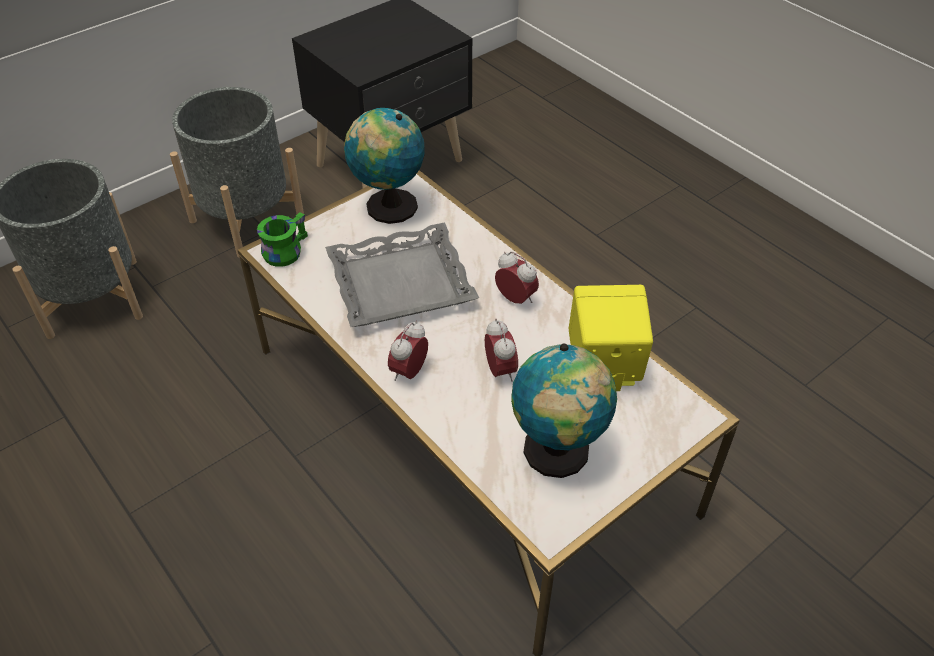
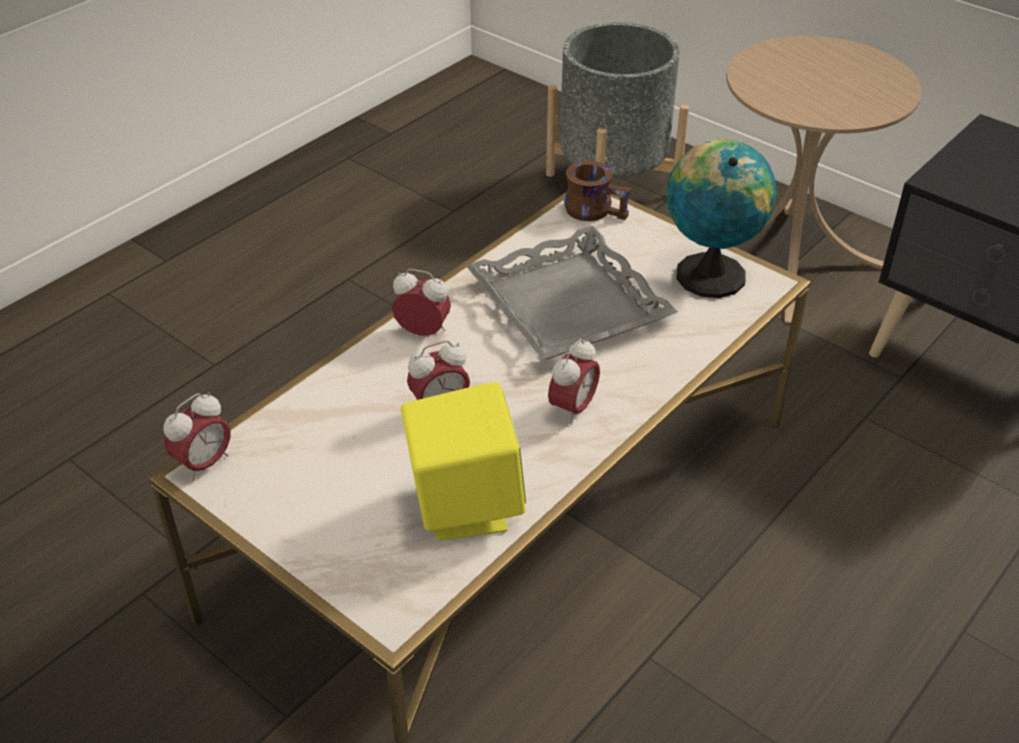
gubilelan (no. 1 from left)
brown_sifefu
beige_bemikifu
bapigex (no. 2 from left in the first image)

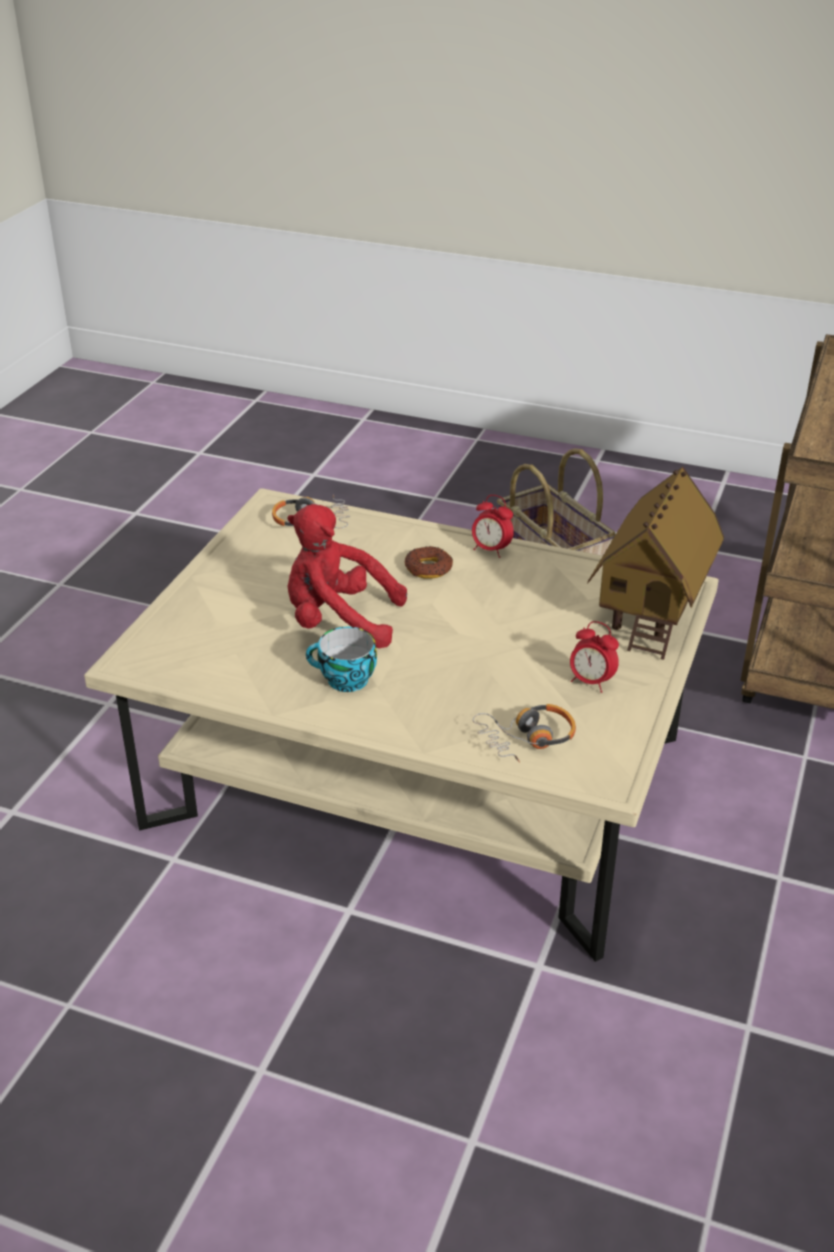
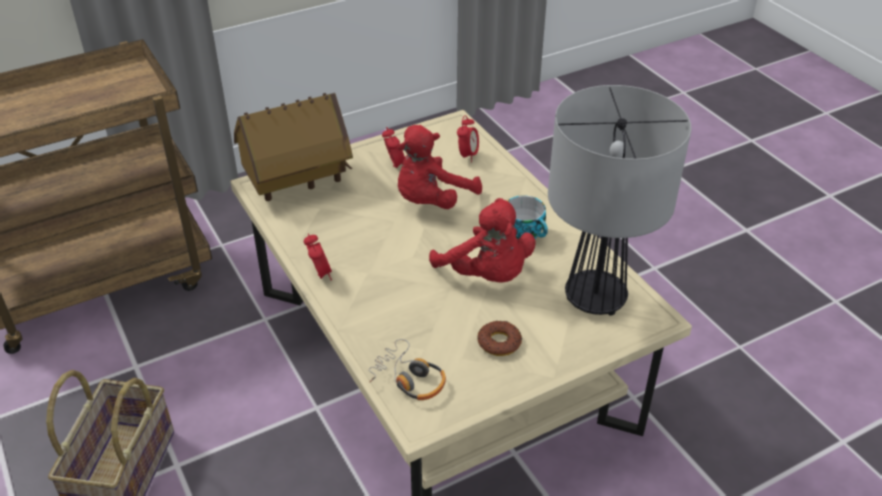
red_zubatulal (no. 1 from left)
gubilelan (no. 3 from left)
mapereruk
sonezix

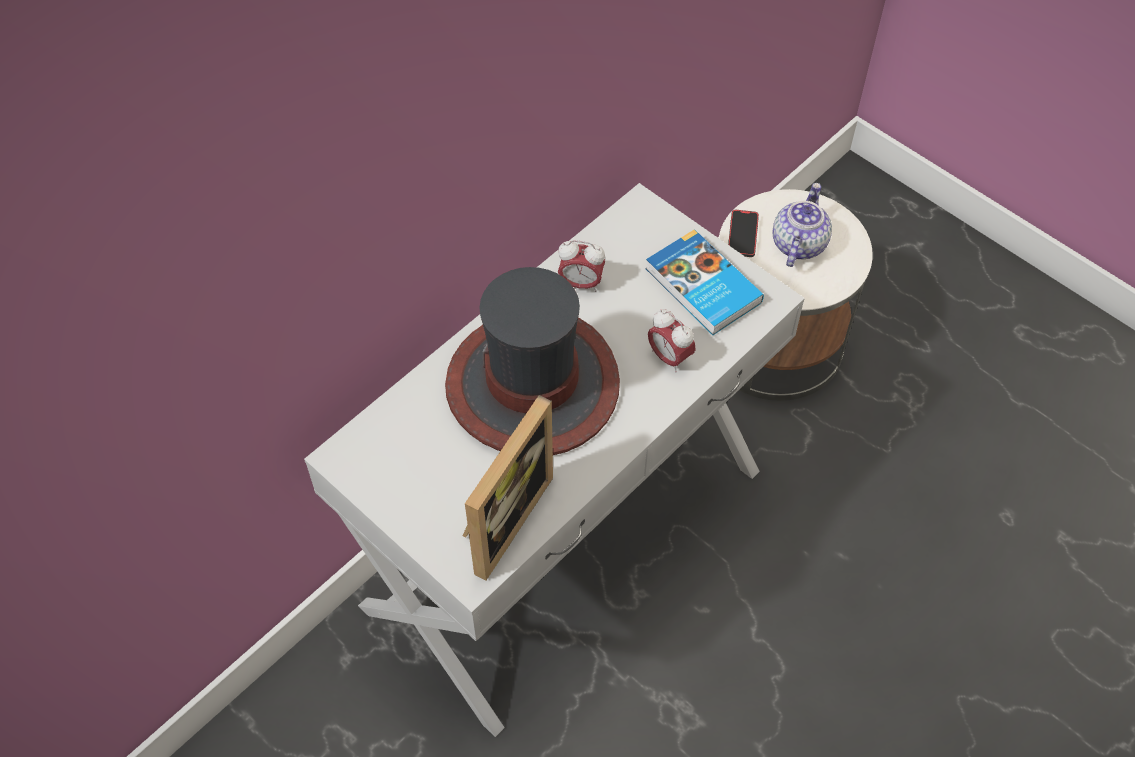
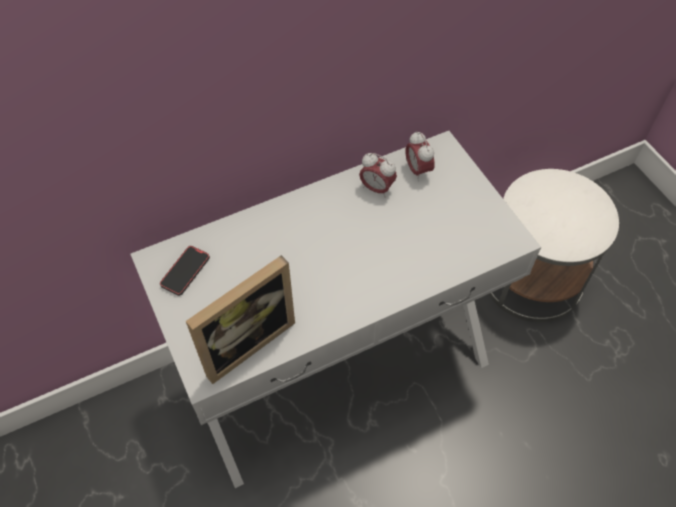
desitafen
gubilelan (no. 2 from left)
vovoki
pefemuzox
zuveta

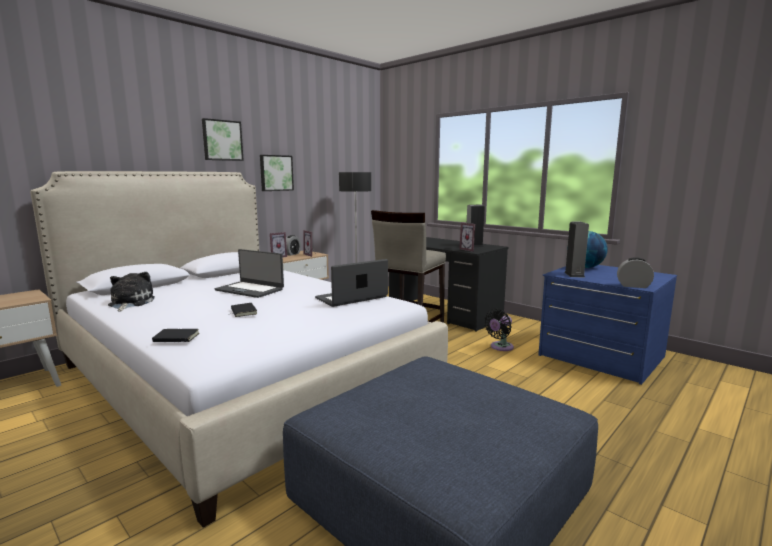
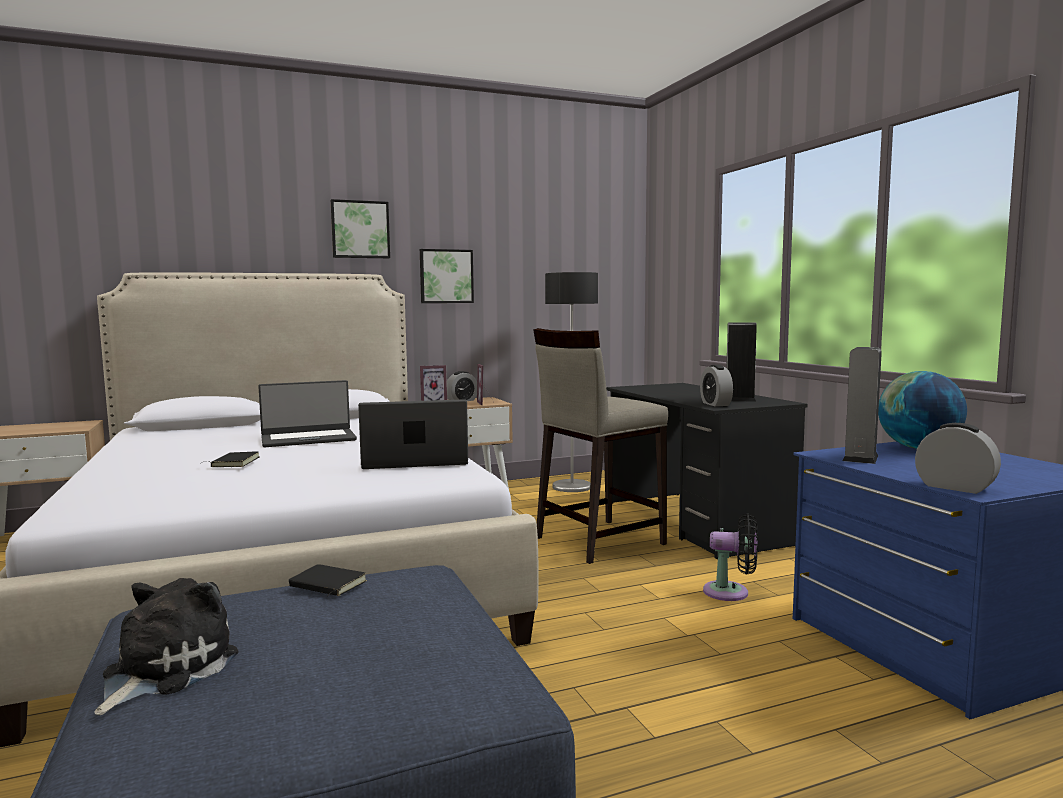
zubatulal
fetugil (no. 1 from left)
black_pefemuzox (no. 2 from left)
gubilelan (no. 2 from left)
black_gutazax

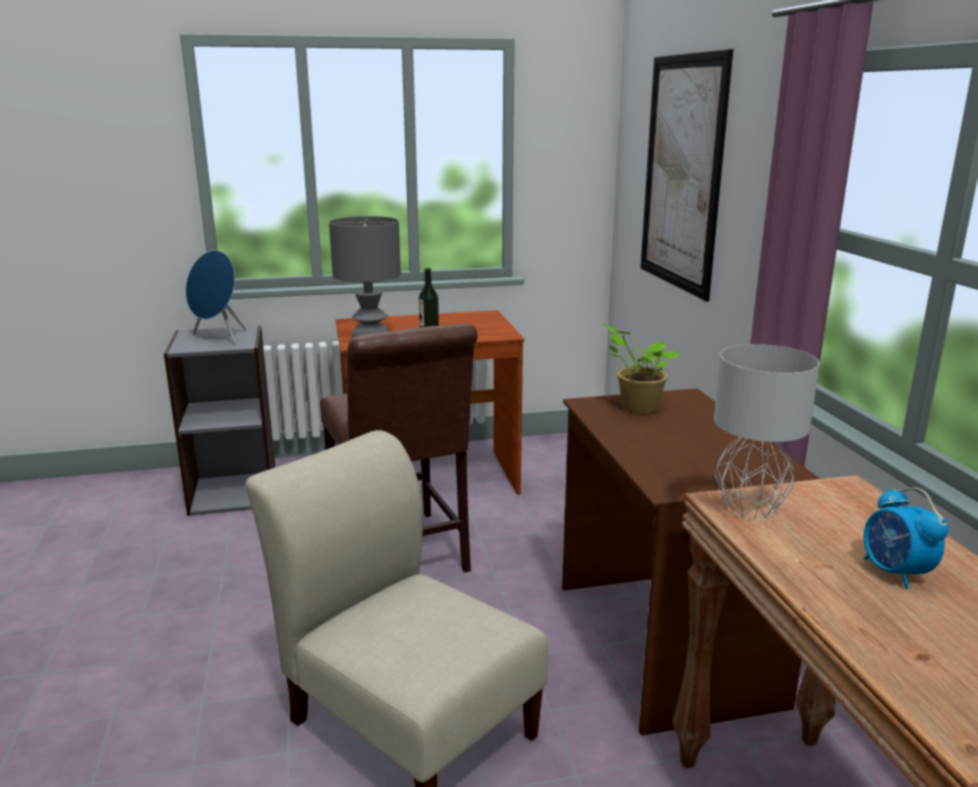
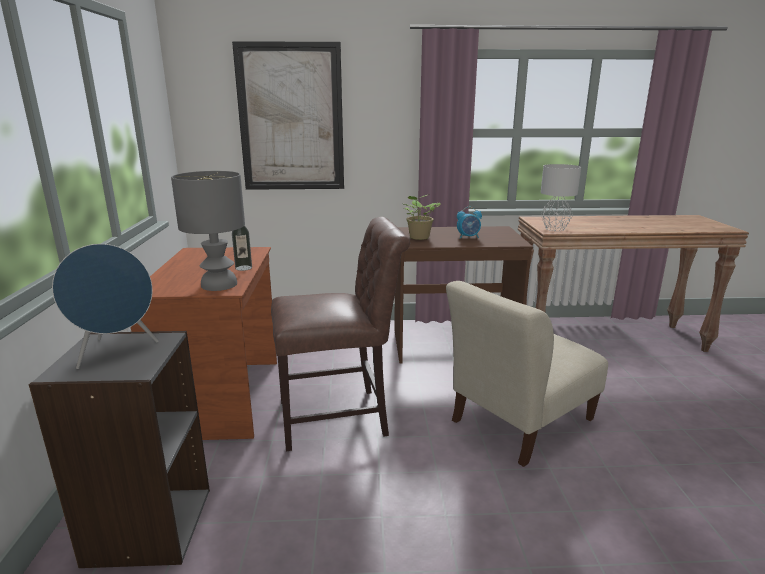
gubilelan

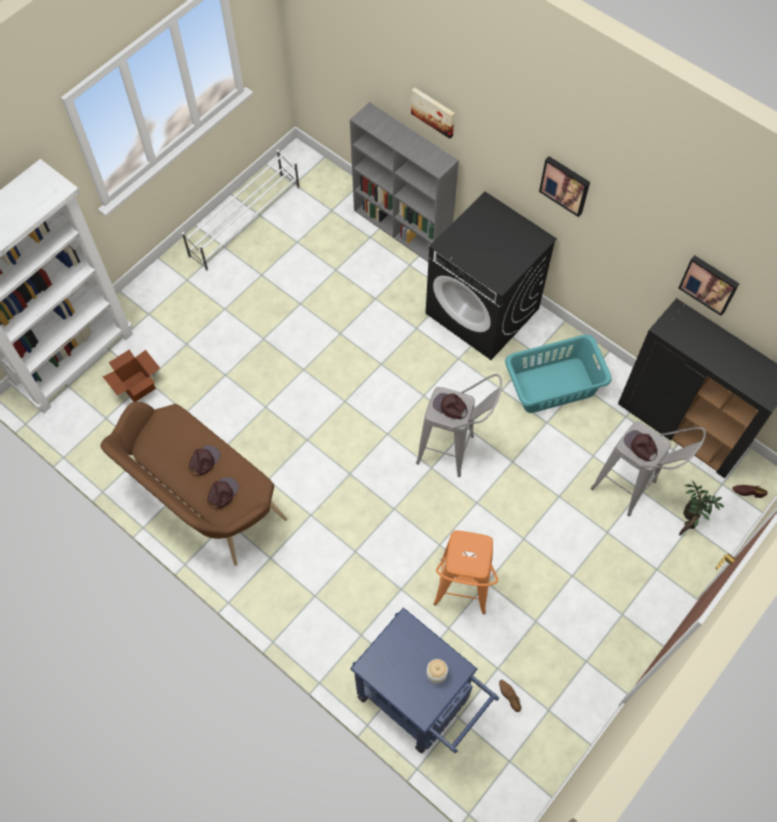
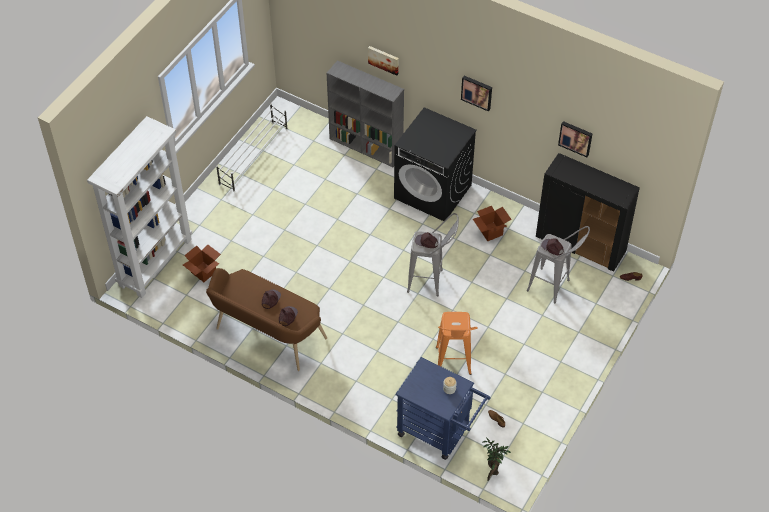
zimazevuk (no. 2 from left)
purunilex

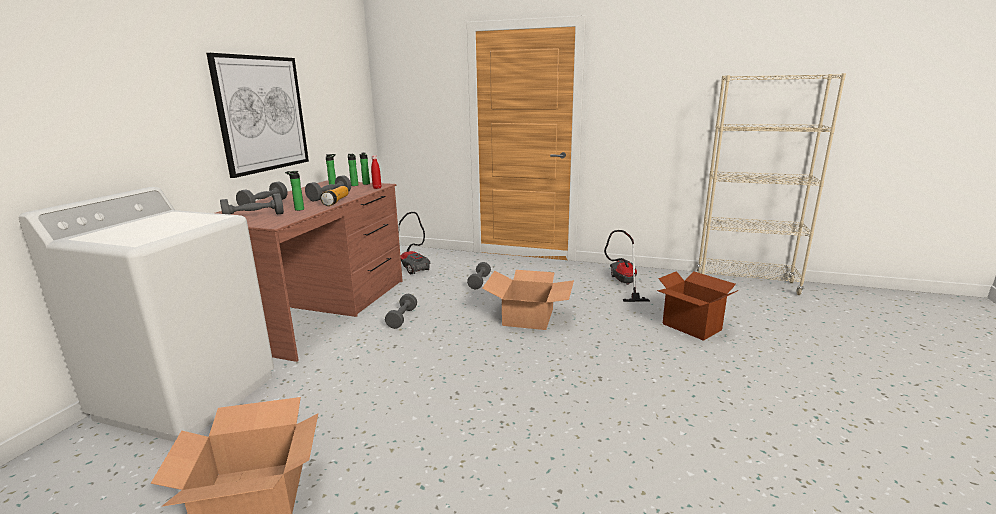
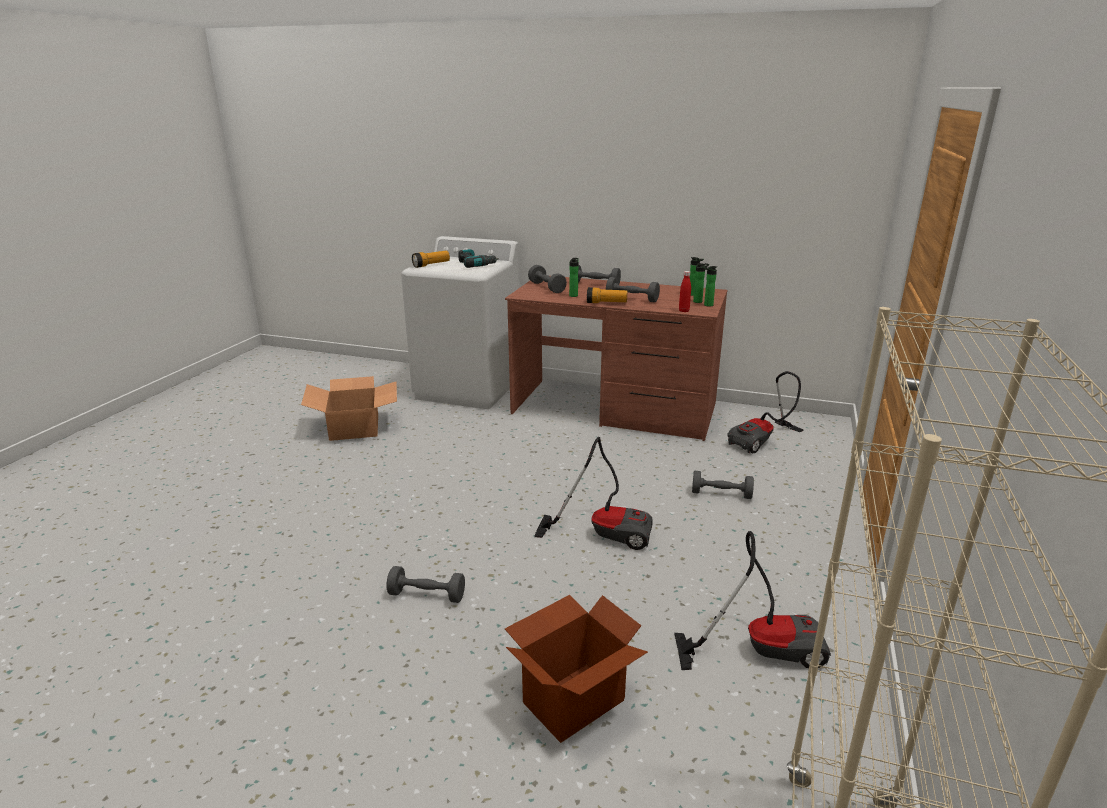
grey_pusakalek (no. 1 from left)
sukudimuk (no. 1 from left)
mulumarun
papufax (no. 1 from left)
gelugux

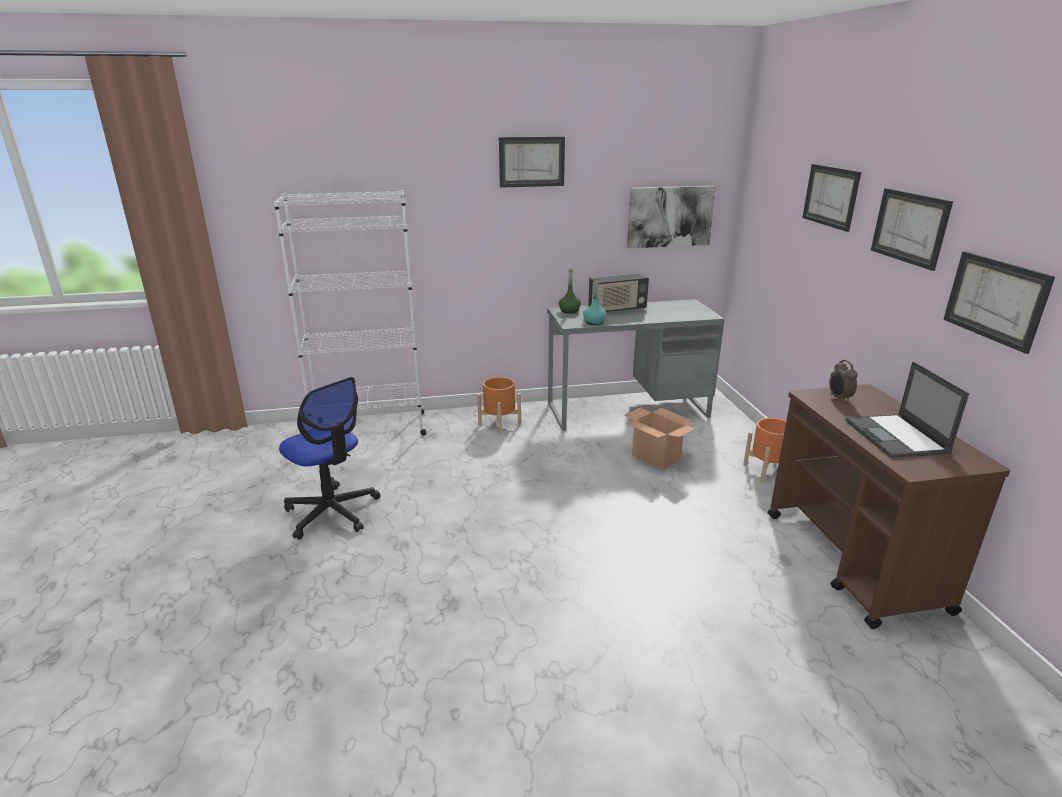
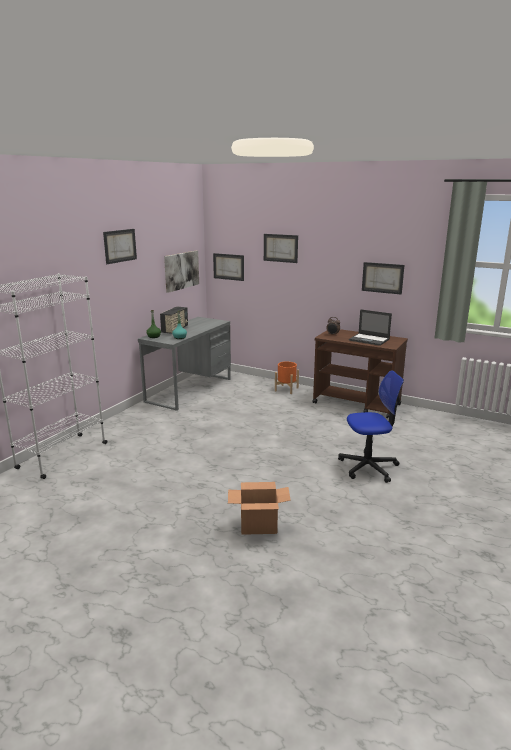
gelugux (no. 3 from left)
zimazevuk
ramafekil
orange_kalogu (no. 1 from left in the first image)

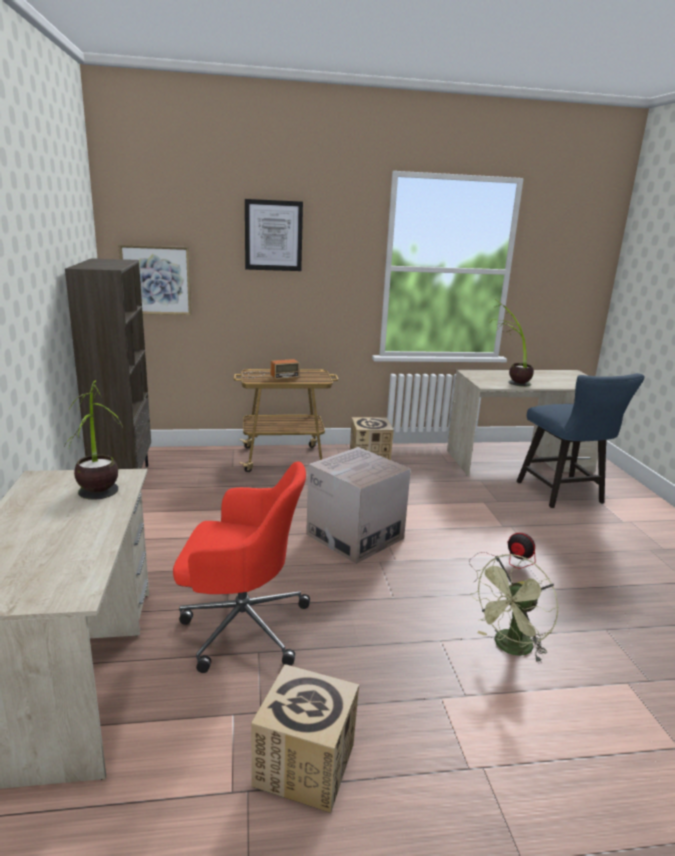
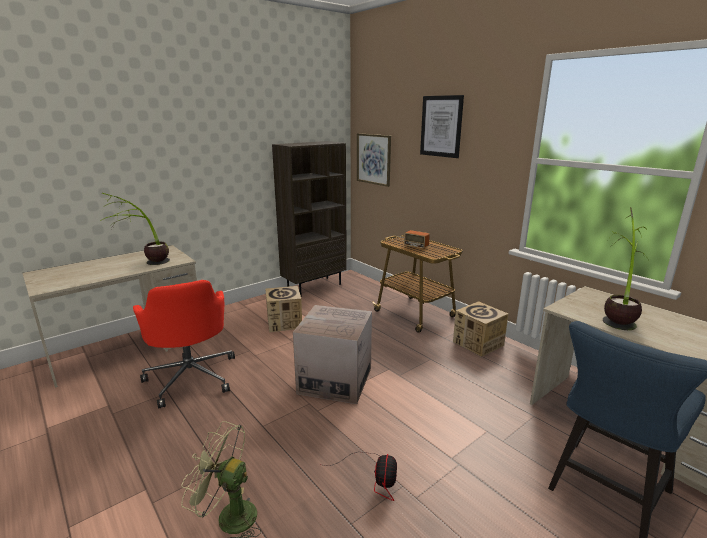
zimazevuk (no. 1 from left)

